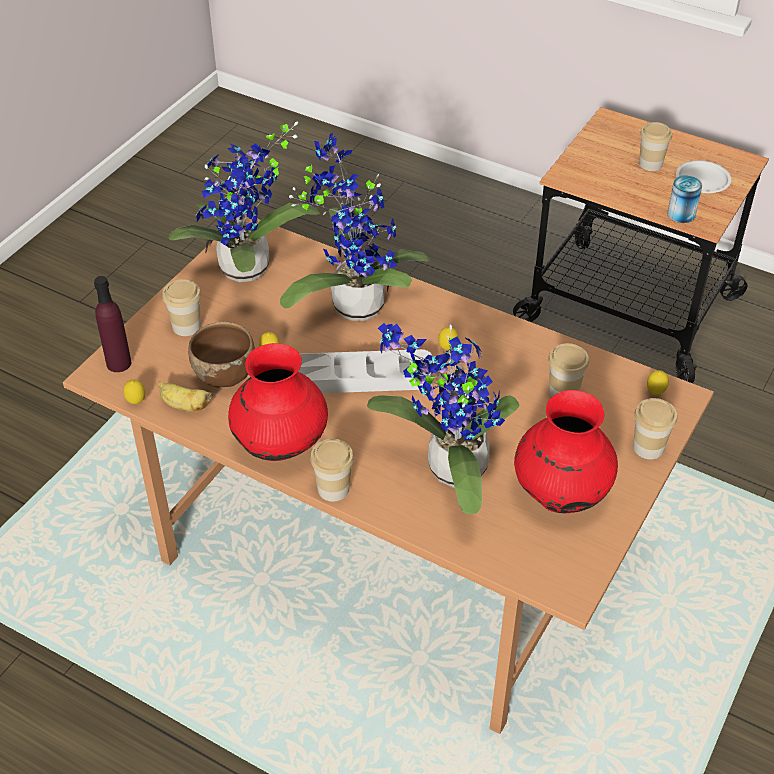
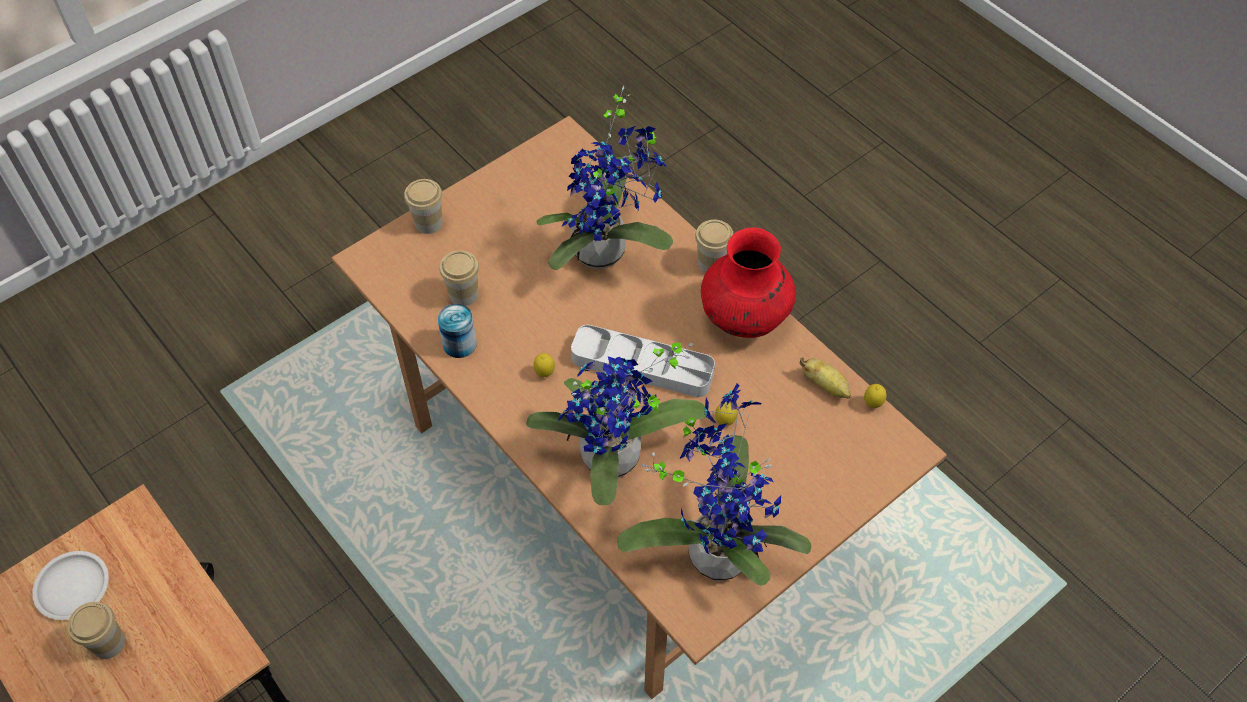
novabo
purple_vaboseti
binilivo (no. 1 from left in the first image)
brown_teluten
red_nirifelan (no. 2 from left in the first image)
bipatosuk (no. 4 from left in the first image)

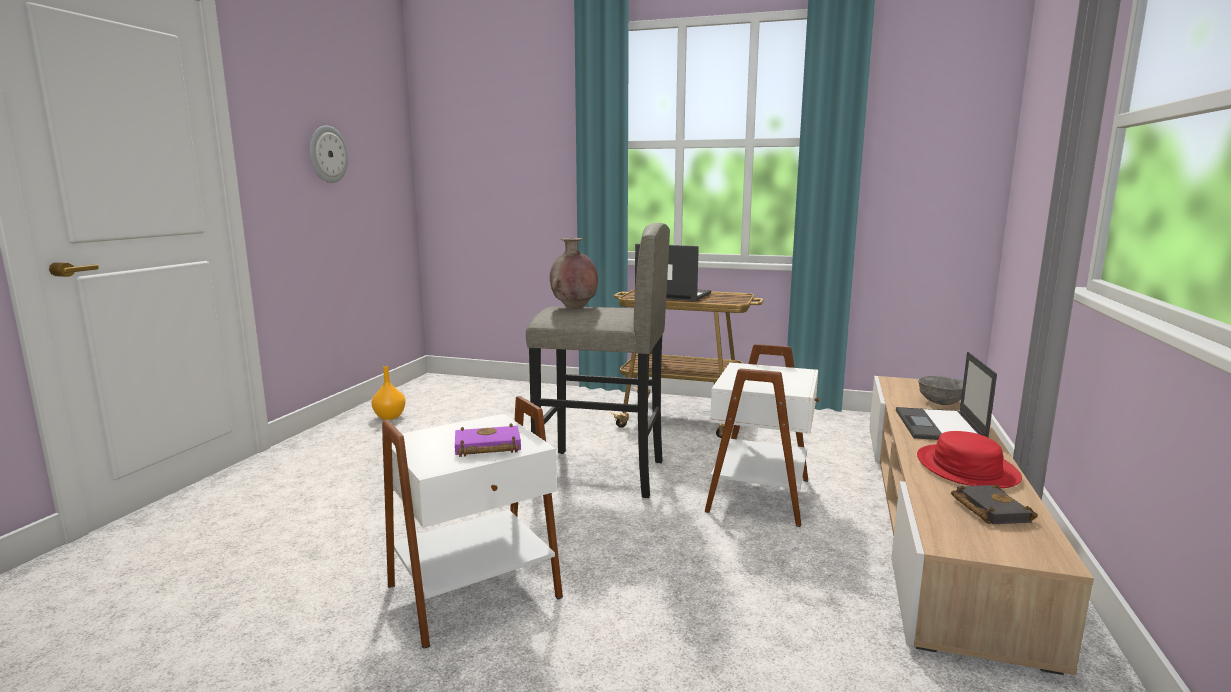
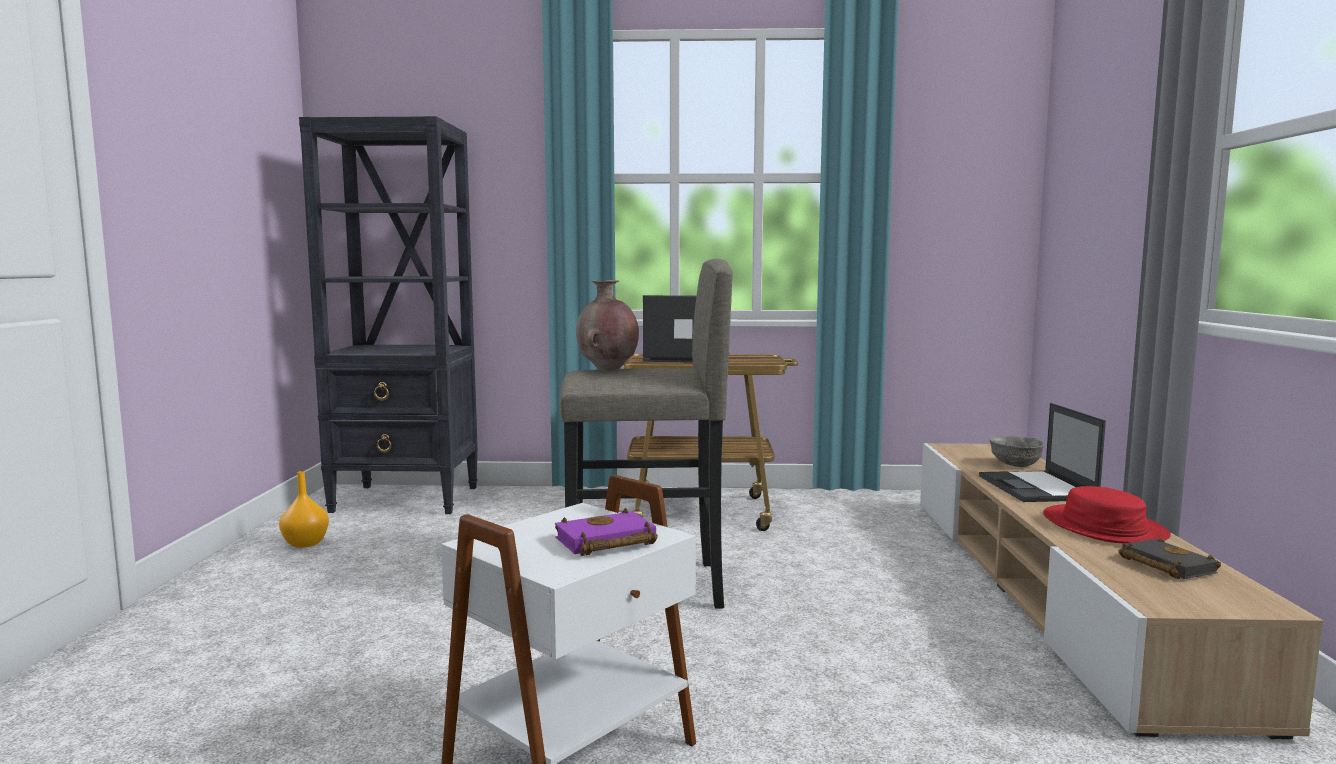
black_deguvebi
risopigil
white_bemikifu (no. 2 from left in the first image)

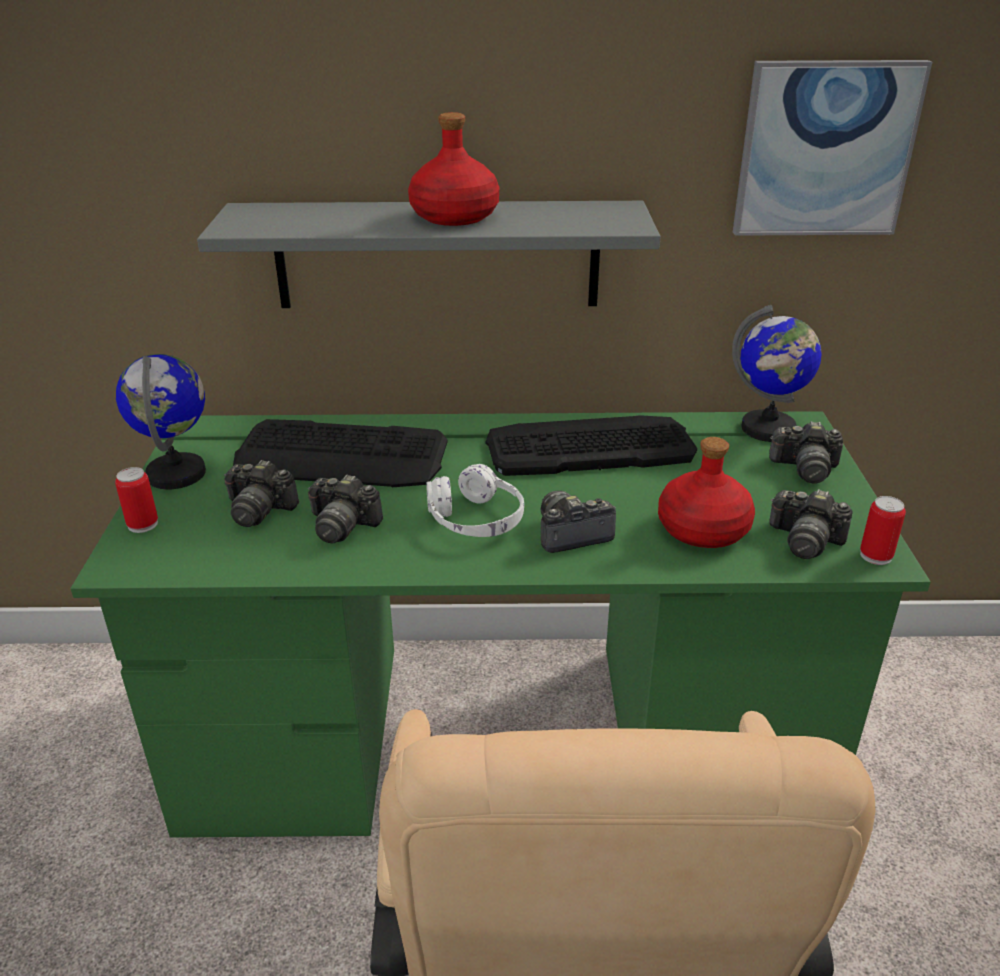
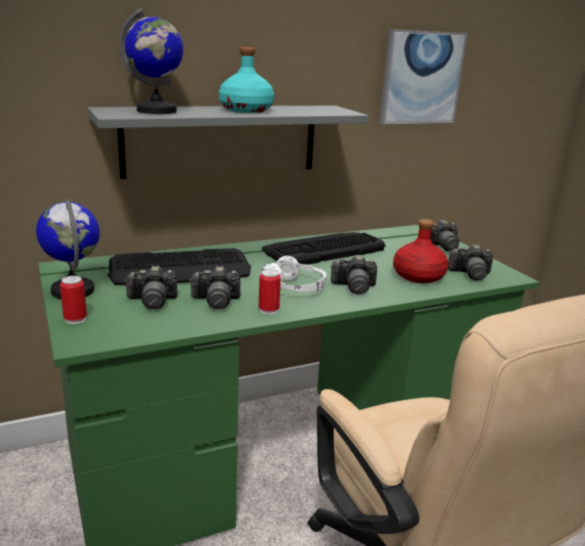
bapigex (no. 2 from left)
turquoise_vaboseti
novabo (no. 2 from left)
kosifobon (no. 3 from left)

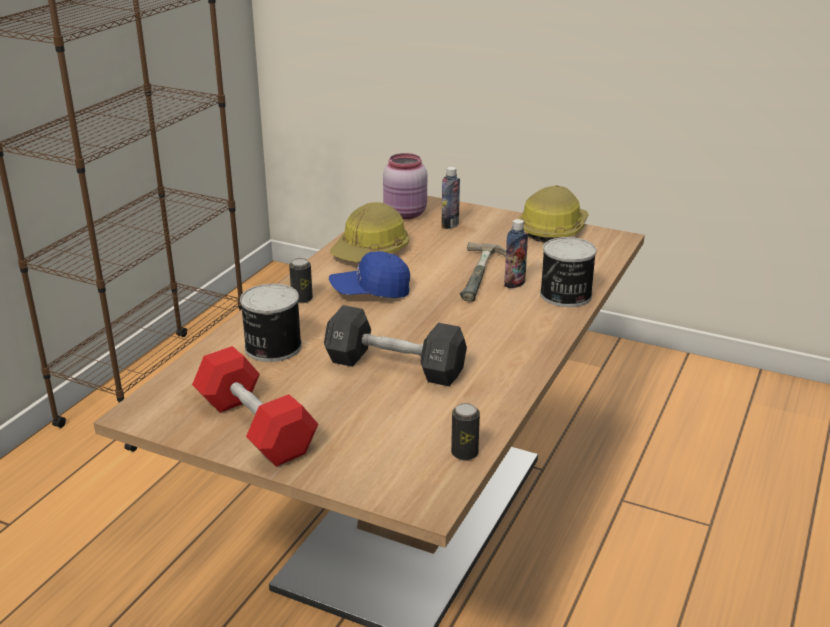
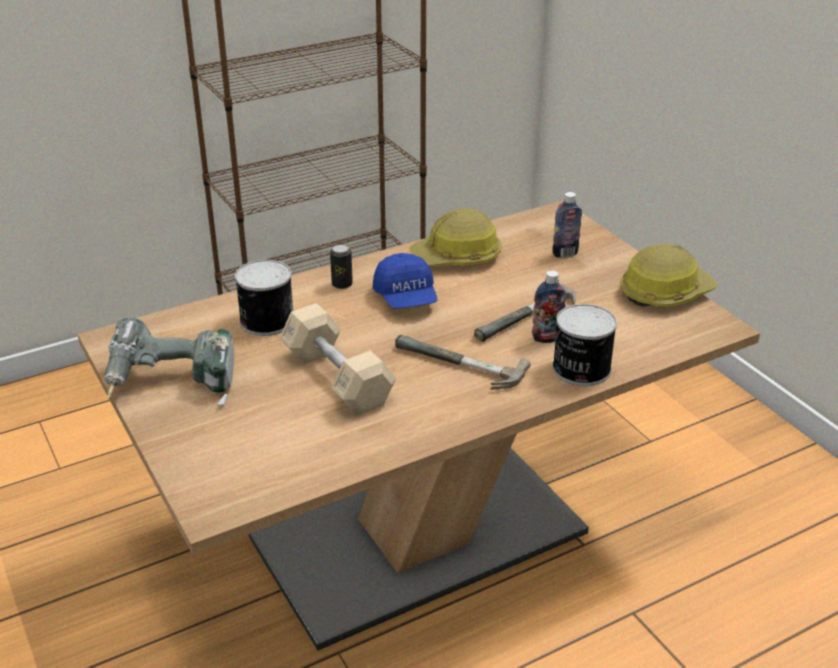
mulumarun
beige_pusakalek
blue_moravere
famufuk (no. 1 from left)
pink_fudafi
novabo (no. 3 from left in the first image)

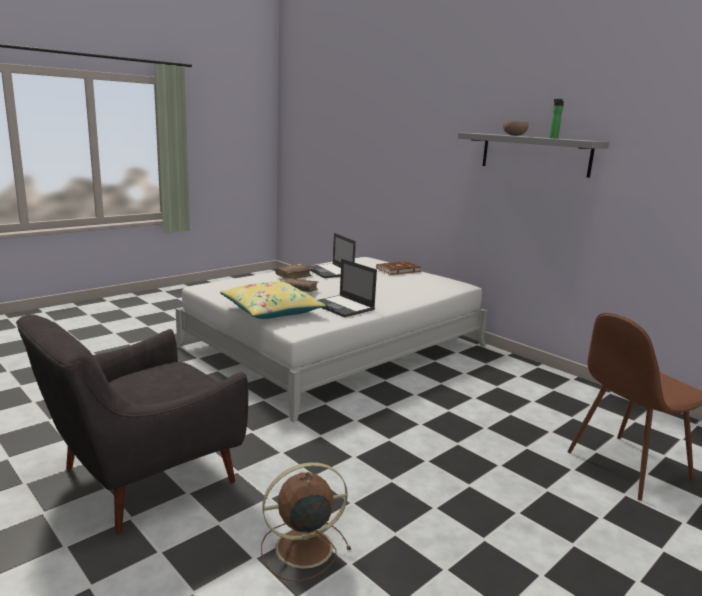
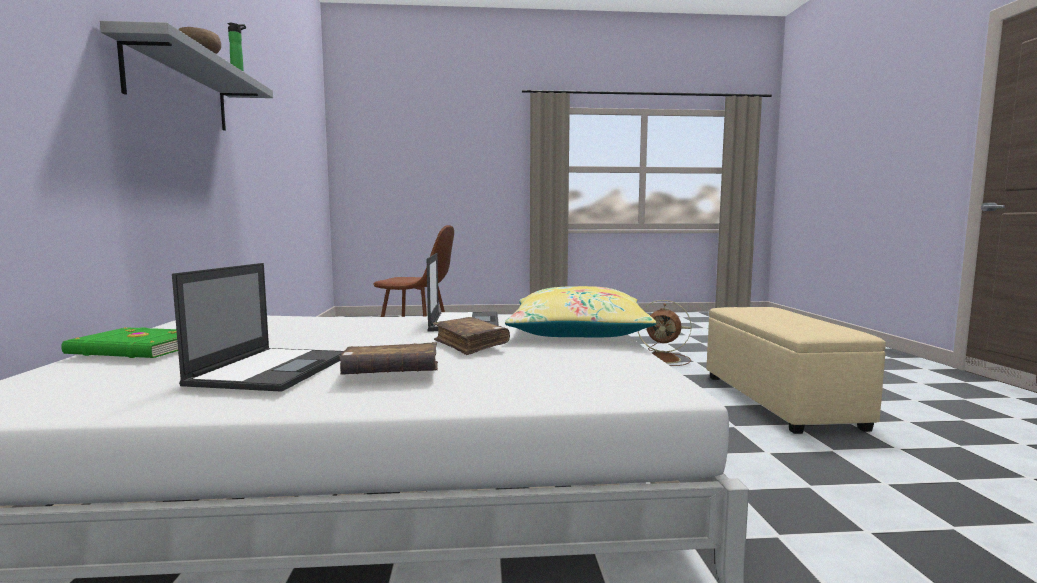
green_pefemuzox
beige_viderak

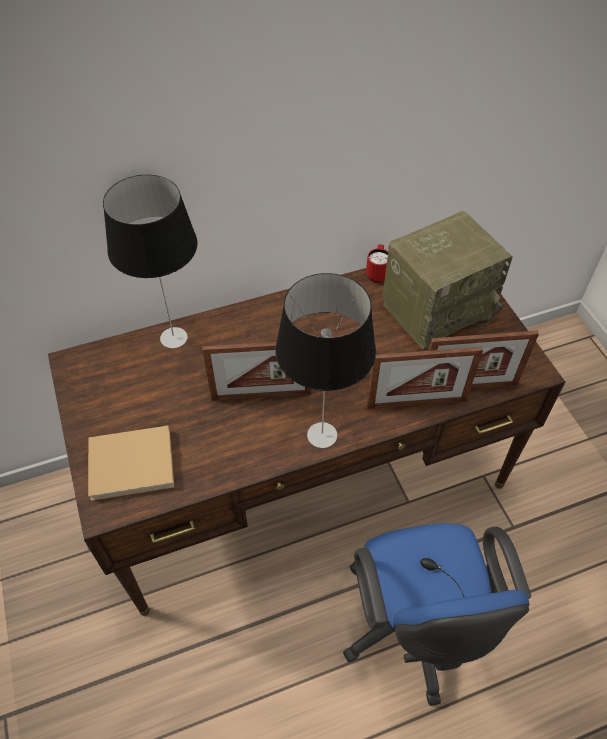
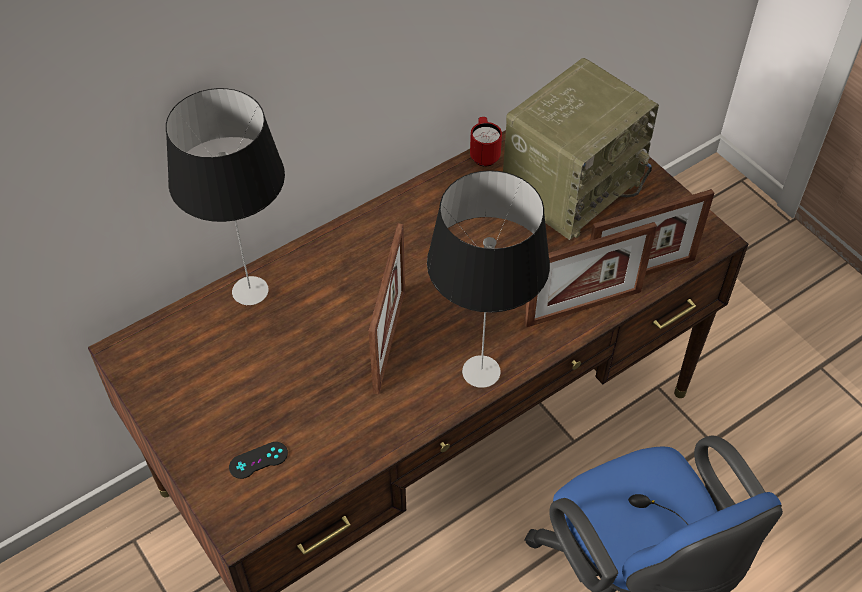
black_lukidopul
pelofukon (no. 1 from left)

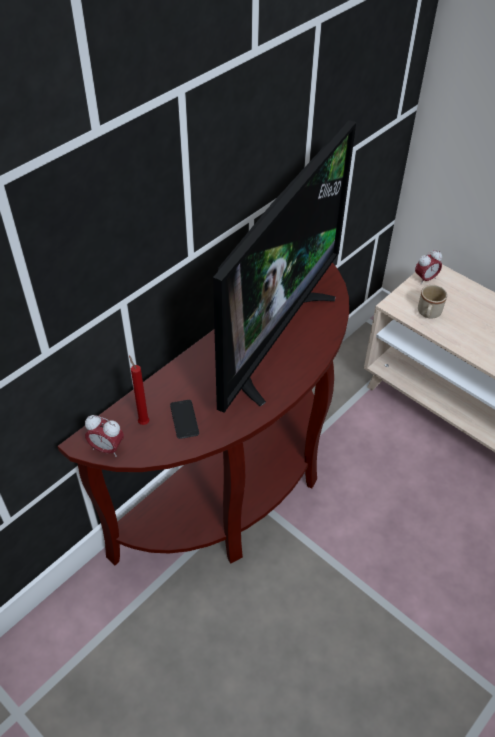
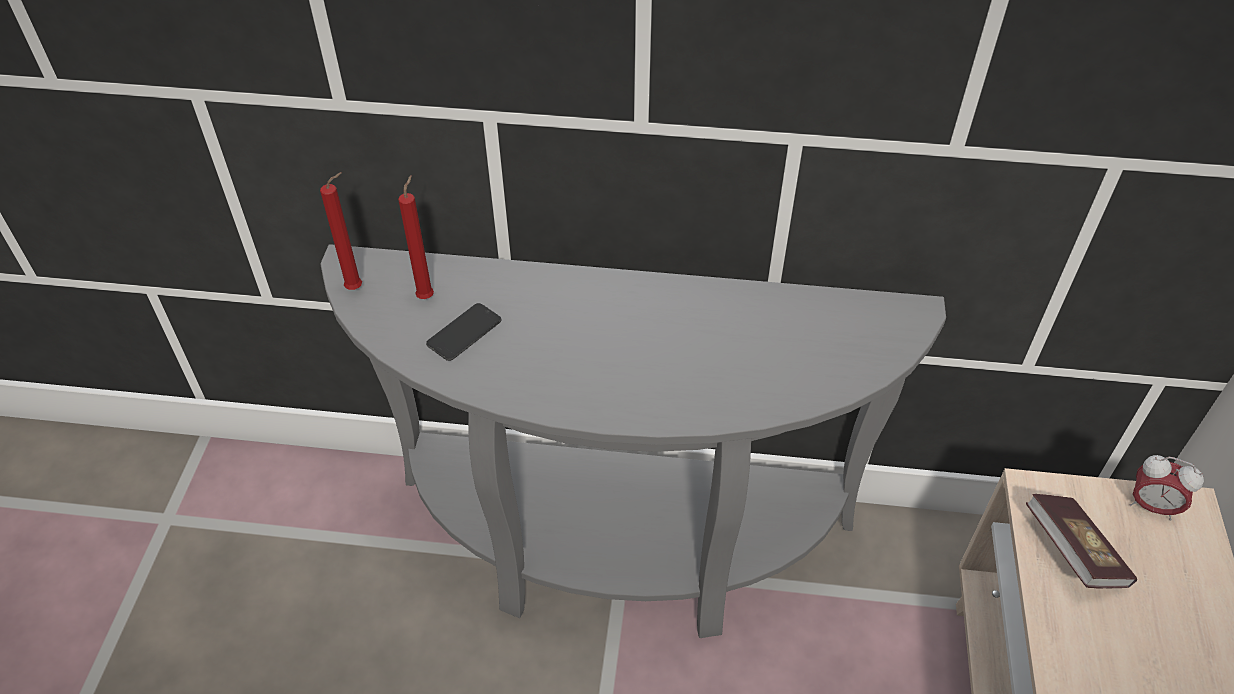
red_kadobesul (no. 1 from left)
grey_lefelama
pefemuzox
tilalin

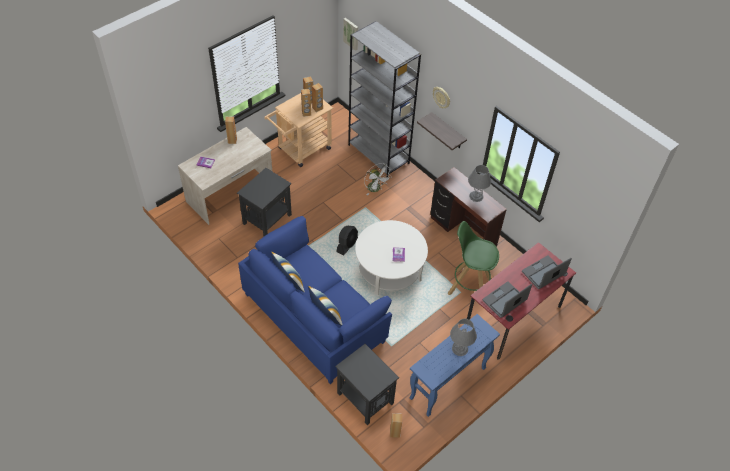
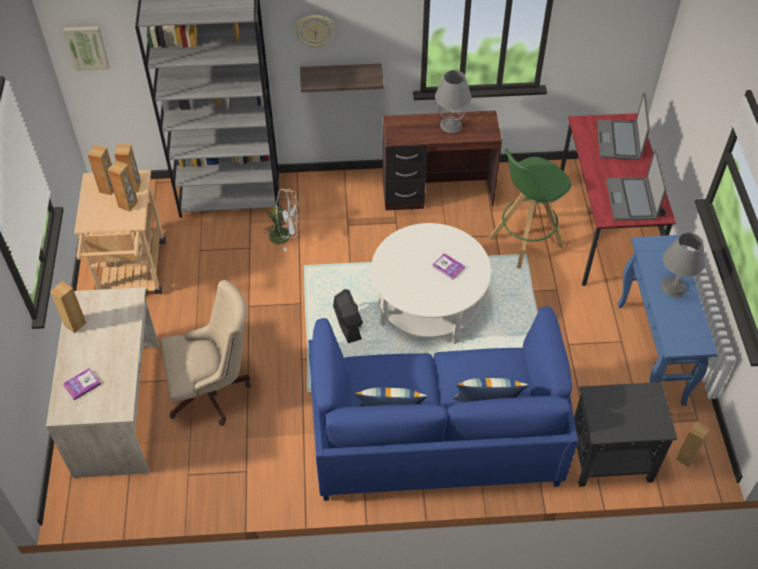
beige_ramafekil

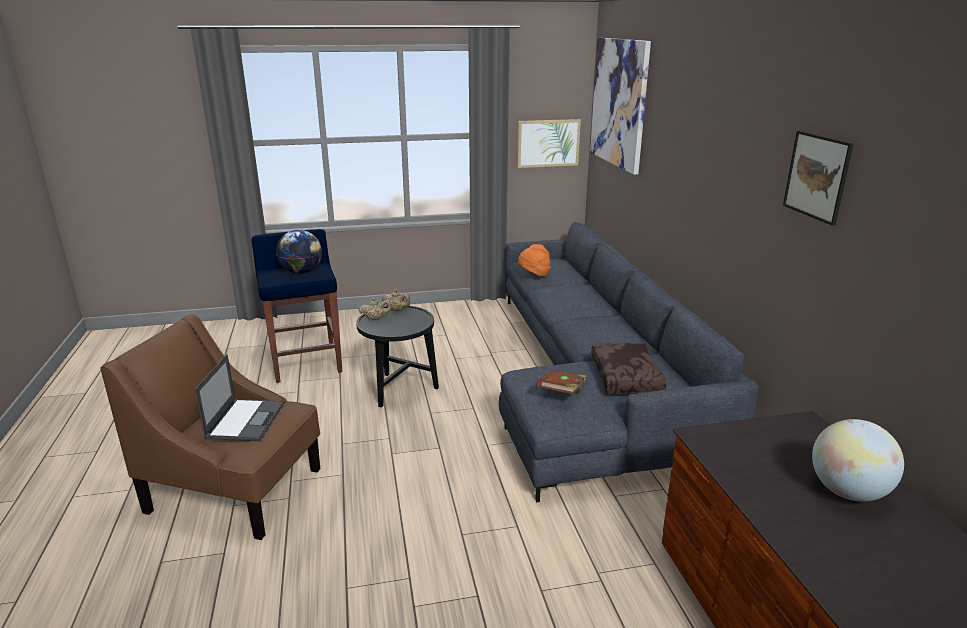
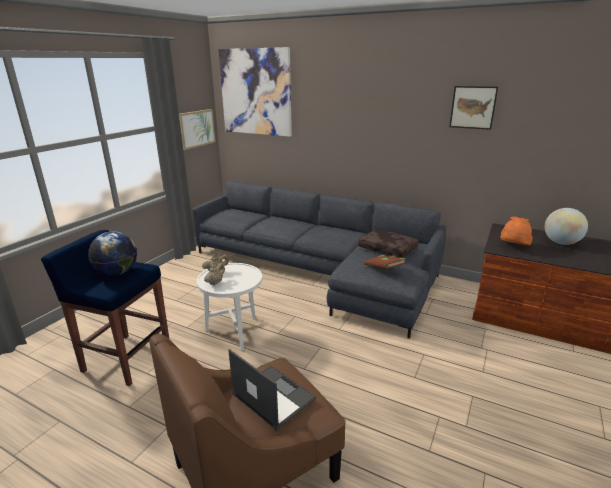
white_bemikifu
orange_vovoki

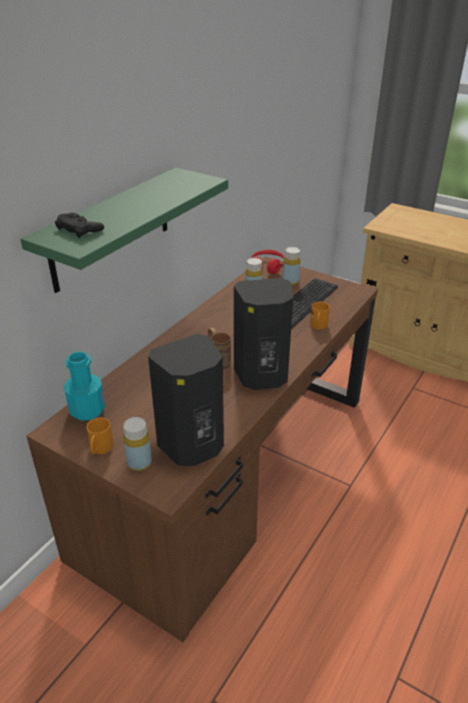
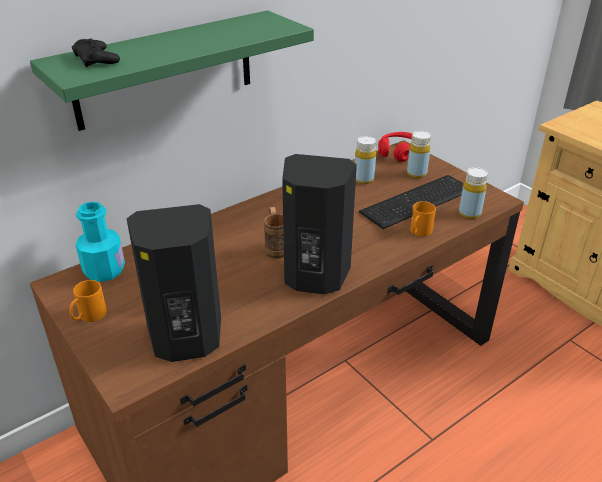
yellow_vaboseti (no. 3 from left)

